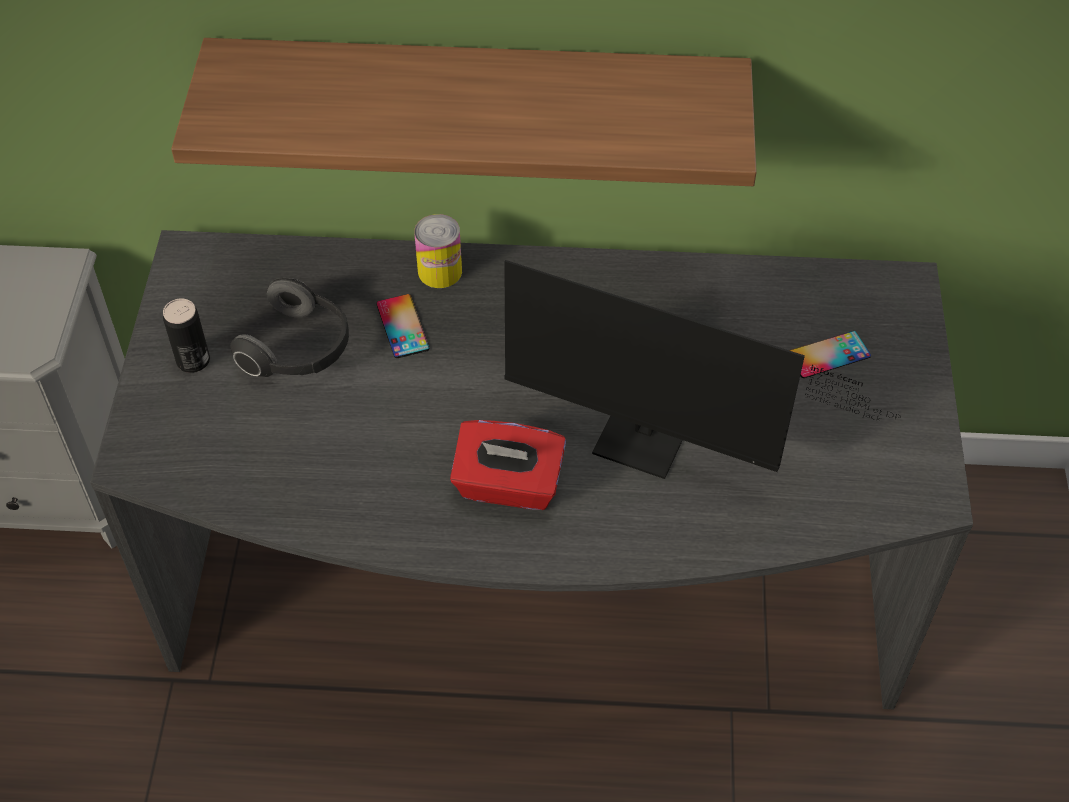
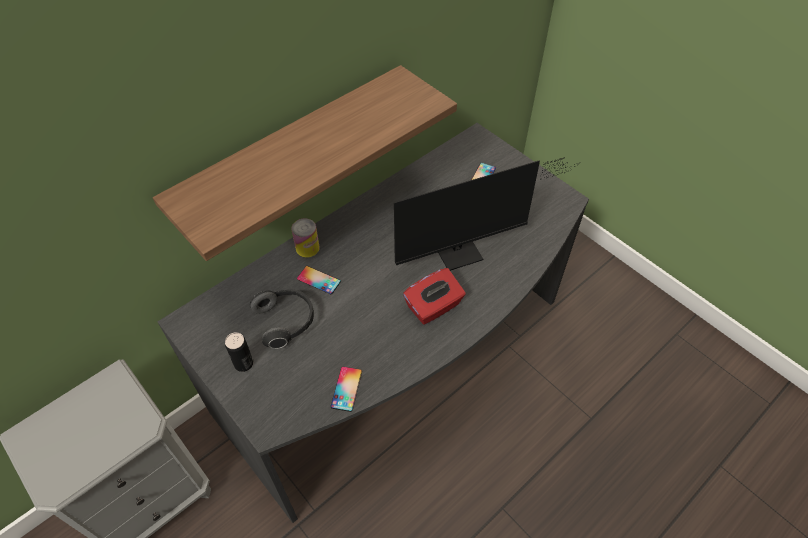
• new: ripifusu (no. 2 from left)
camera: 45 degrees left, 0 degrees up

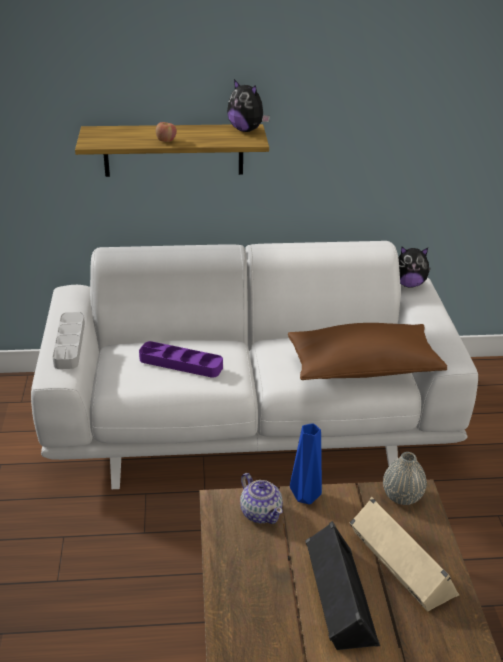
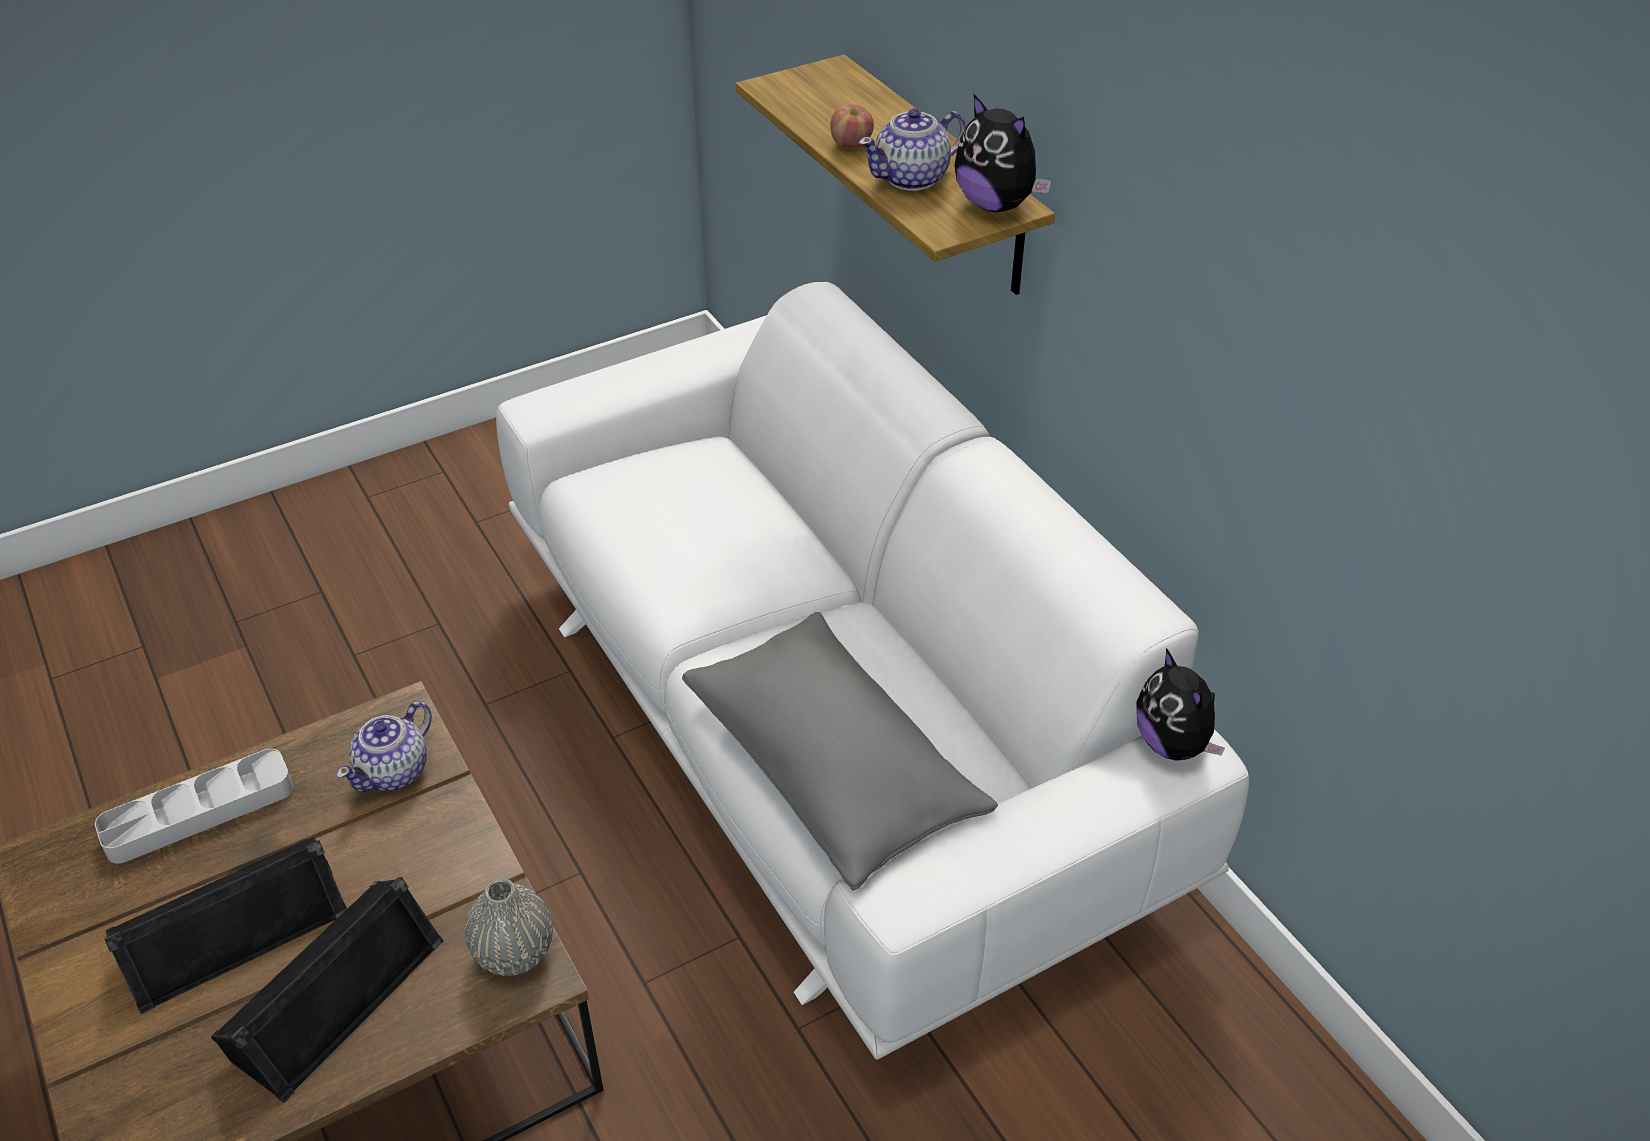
• shifted: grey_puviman
• repainted: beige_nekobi to black_nekobi (no. 2 from left)
• repainted: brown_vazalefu to grey_vazalefu
• new: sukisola (no. 2 from left)
• rotated: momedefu (no. 1 from left) 60 degrees counterclockwise
• gone: purple_puviman
• gone: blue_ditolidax
camera: 65 degrees right, 10 degrees up

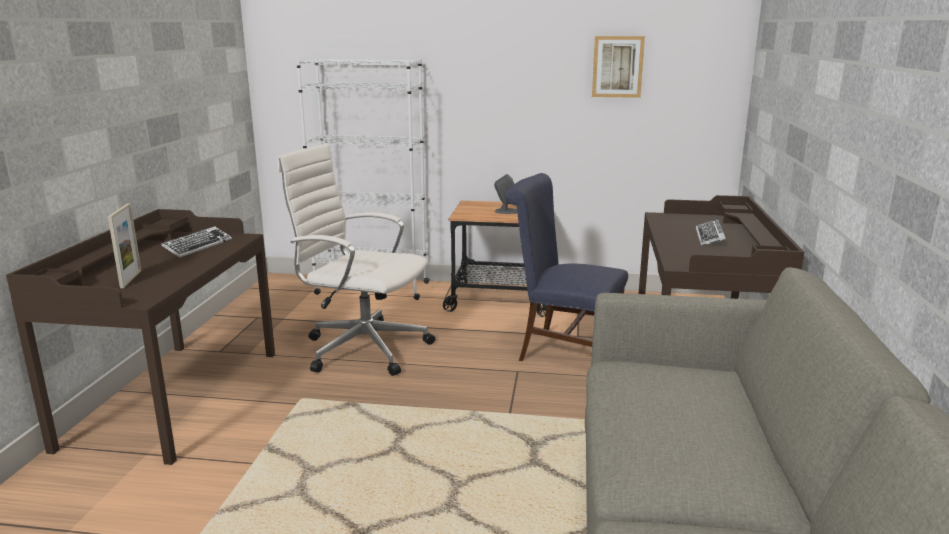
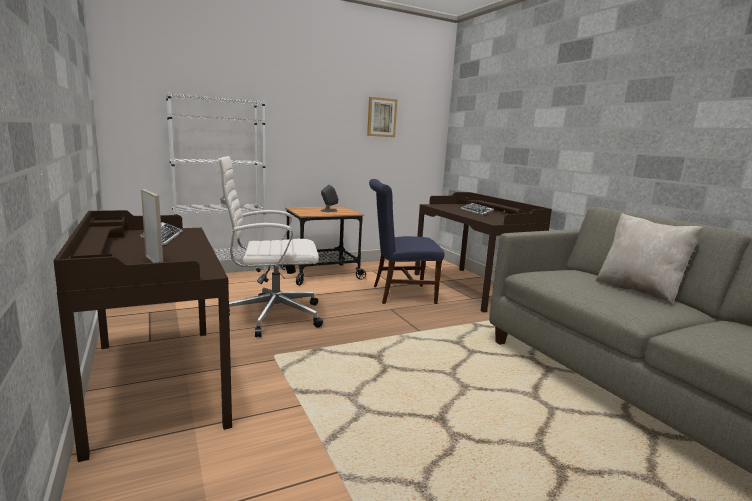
• new: beige_vazalefu
camera: 35 degrees left, 5 degrees down

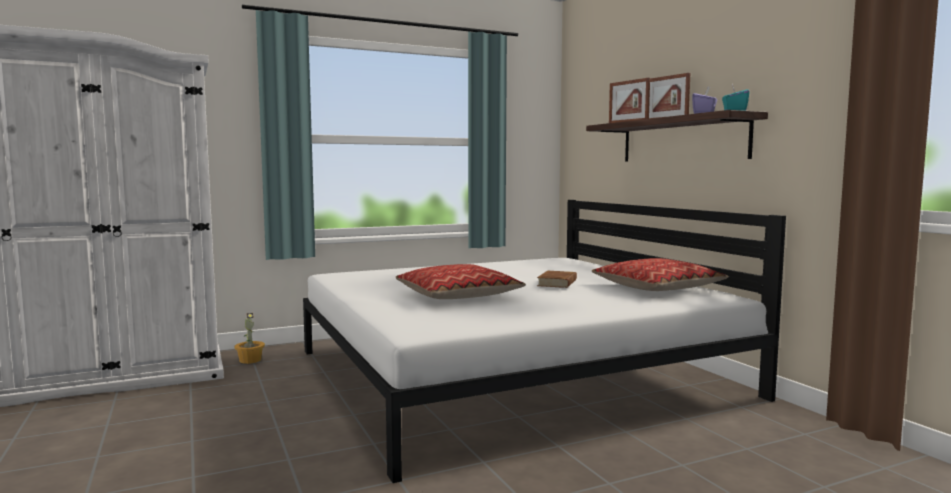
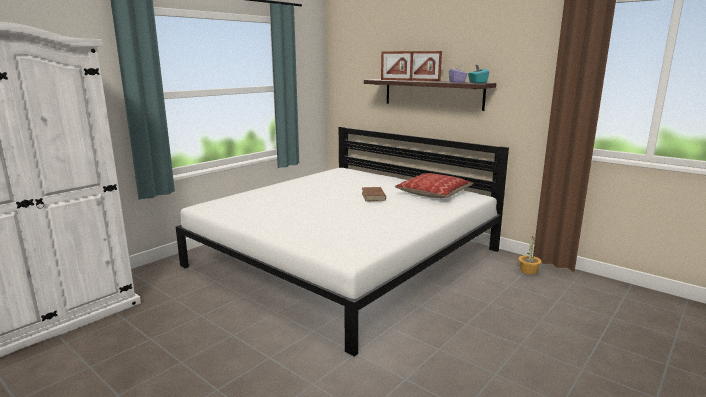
• shifted: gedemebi
• gone: vazalefu (no. 1 from left)
camera: 25 degrees left, 10 degrees up

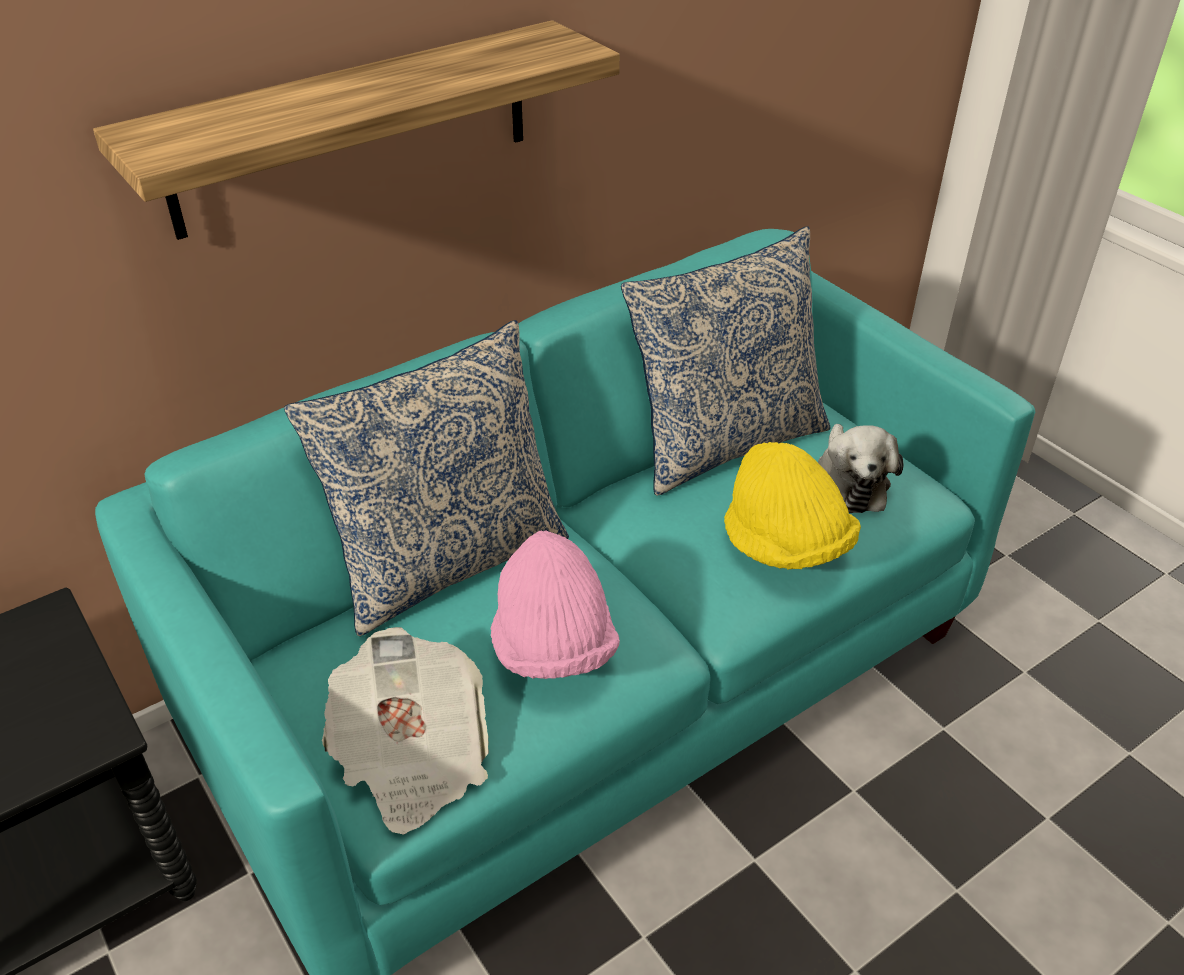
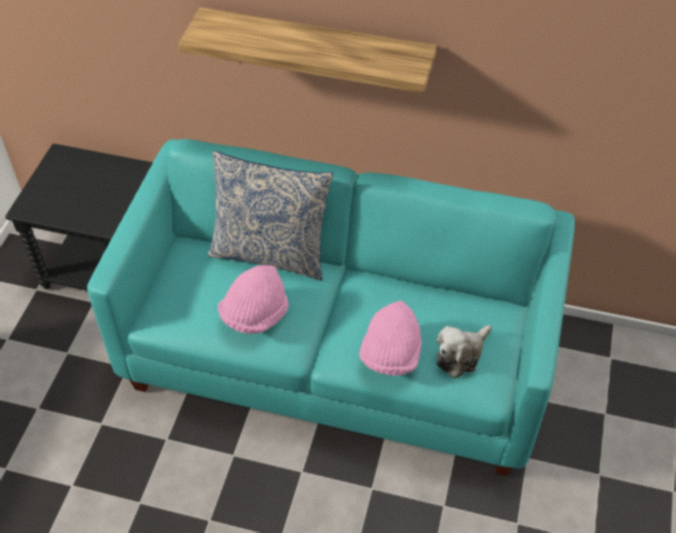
• repainted: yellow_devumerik to pink_devumerik (no. 2 from left)
• gone: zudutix
• gone: vazalefu (no. 2 from left)
camera: 50 degrees right, 10 degrees up

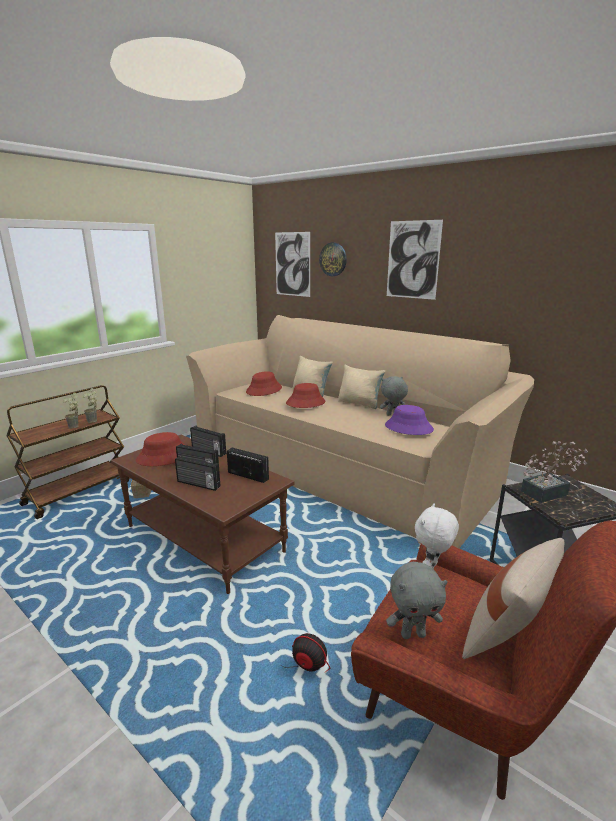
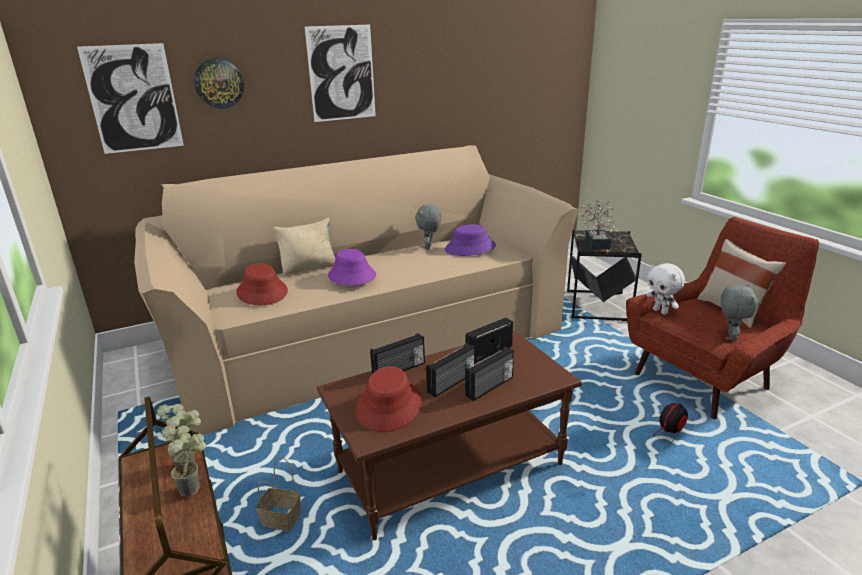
• repainted: red_devumerik (no. 3 from left) to purple_devumerik (no. 1 from left)
• gone: beige_vazalefu (no. 2 from left)
camera: 65 degrees left, 5 degrees up

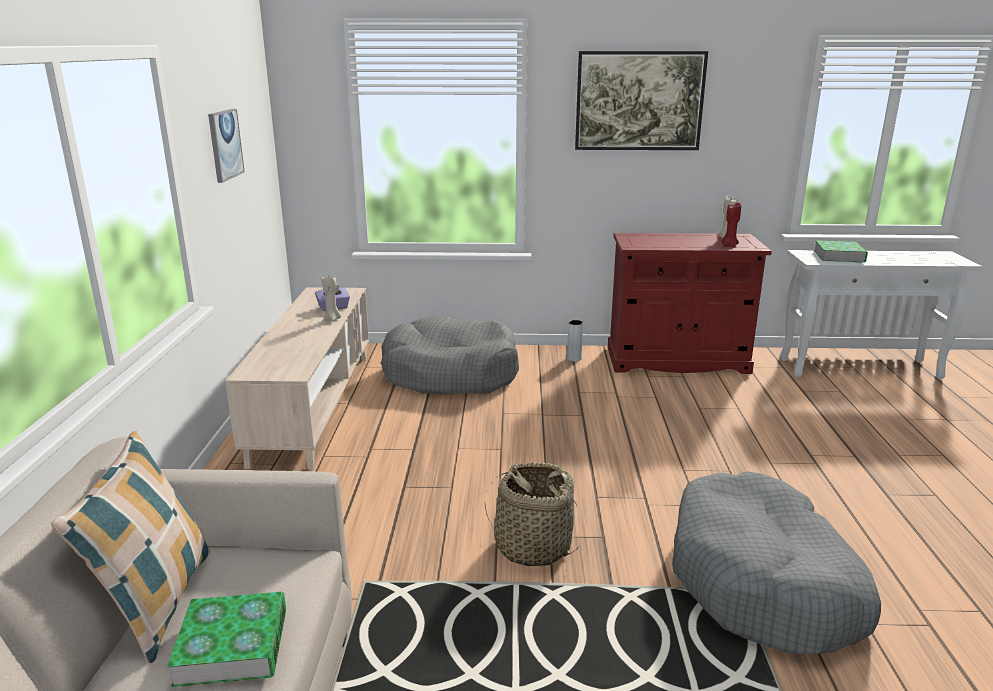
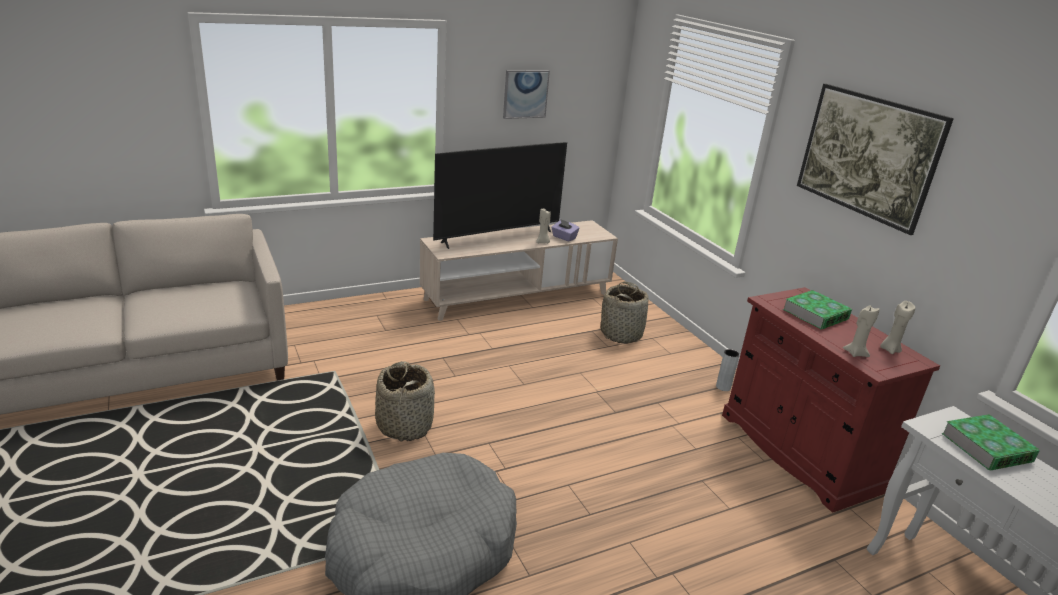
• new: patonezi
• swapped: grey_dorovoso (no. 1 from left) to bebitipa (no. 2 from left)
• shifted: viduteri (no. 1 from left)
• repainted: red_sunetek to beige_sunetek (no. 2 from left)
• gone: vazalefu
camera: 60 degrees right, 5 degrees up

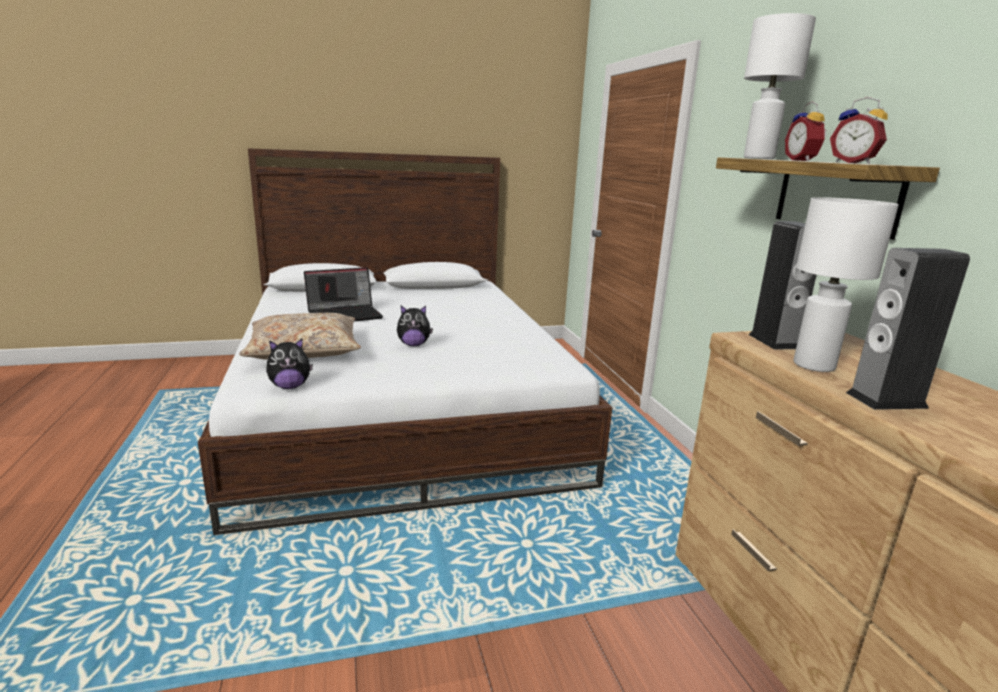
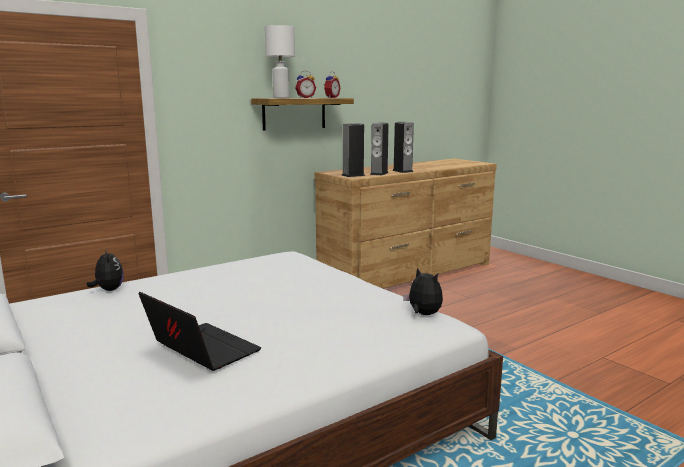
• shifted: momedefu (no. 2 from left in the first image) to momedefu (no. 1 from left)
• swapped: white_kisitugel (no. 2 from left) to nekobi (no. 2 from left)
• gone: beige_vazalefu
camera: 110 degrees left, 5 degrees down

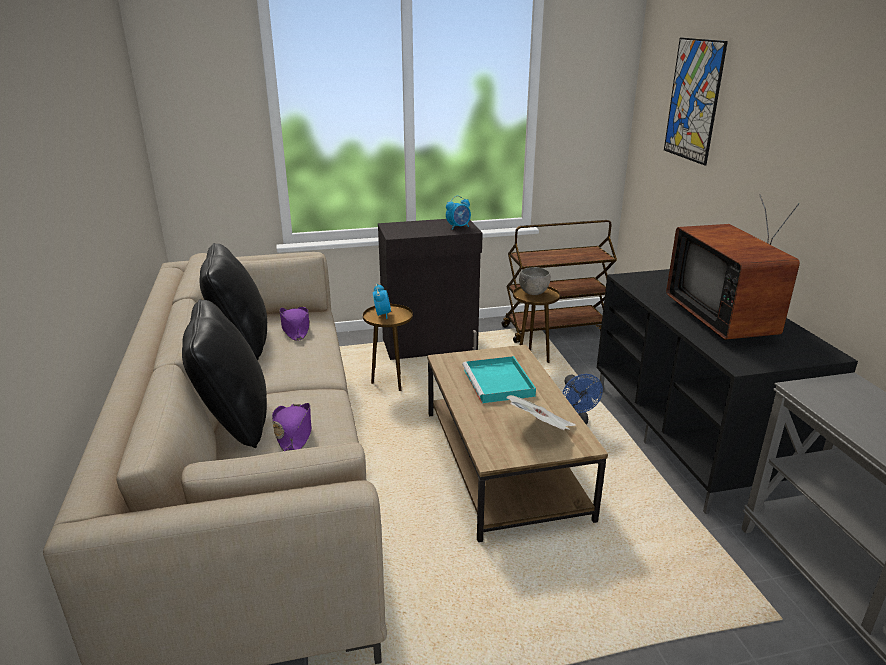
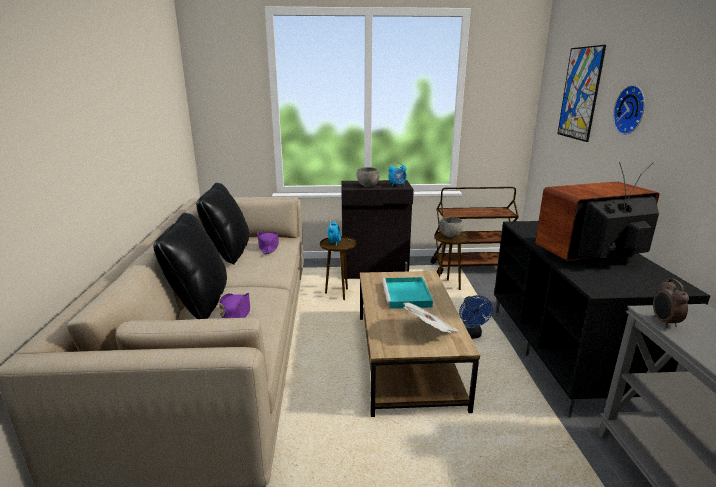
• new: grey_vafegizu (no. 1 from left)
• rotated: patonezi 75 degrees clockwise
• new: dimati
• new: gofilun (no. 3 from left)
camera: 10 degrees right, 5 degrees down

